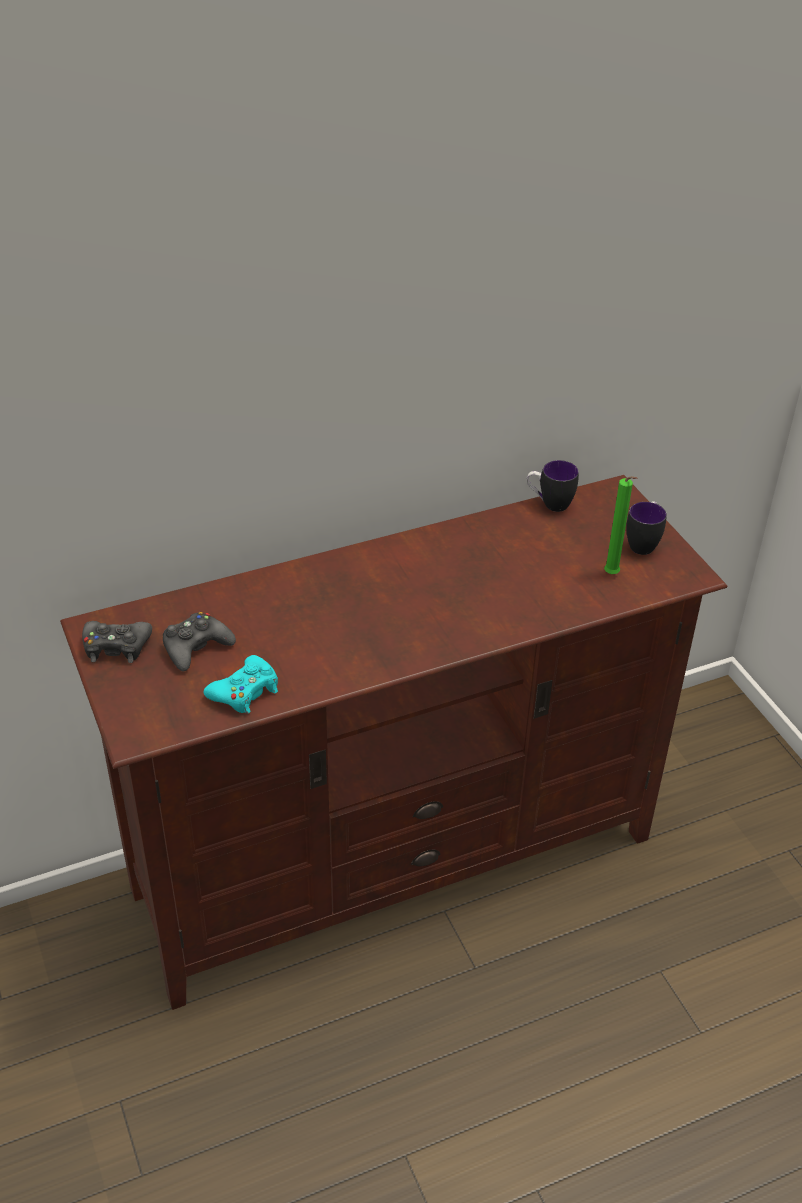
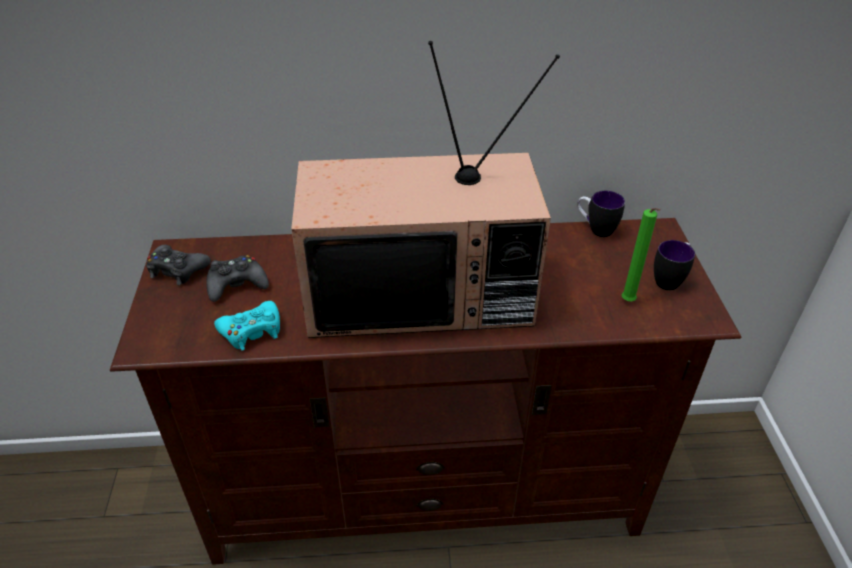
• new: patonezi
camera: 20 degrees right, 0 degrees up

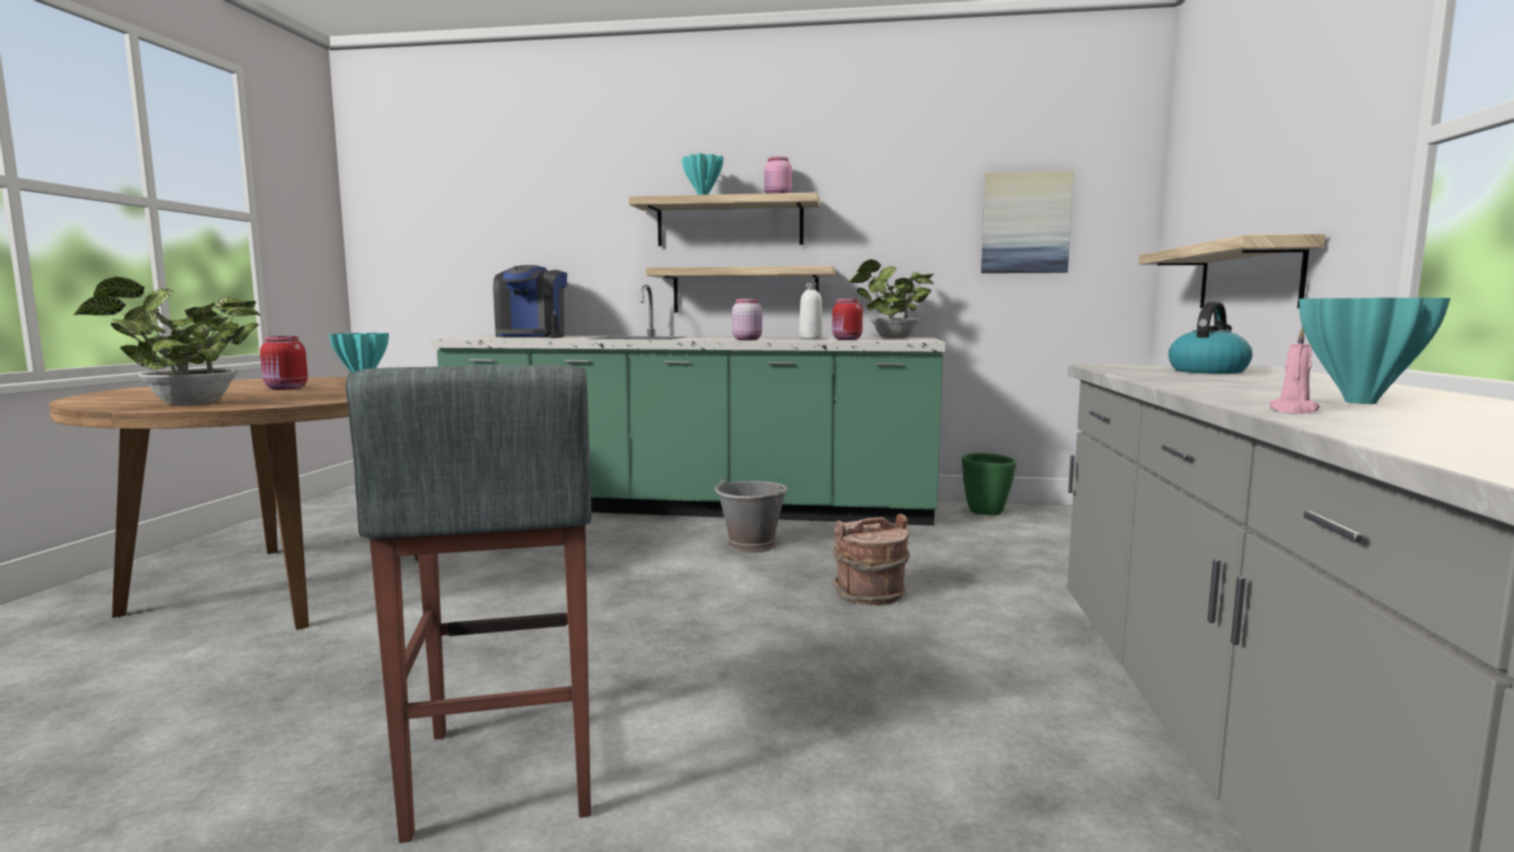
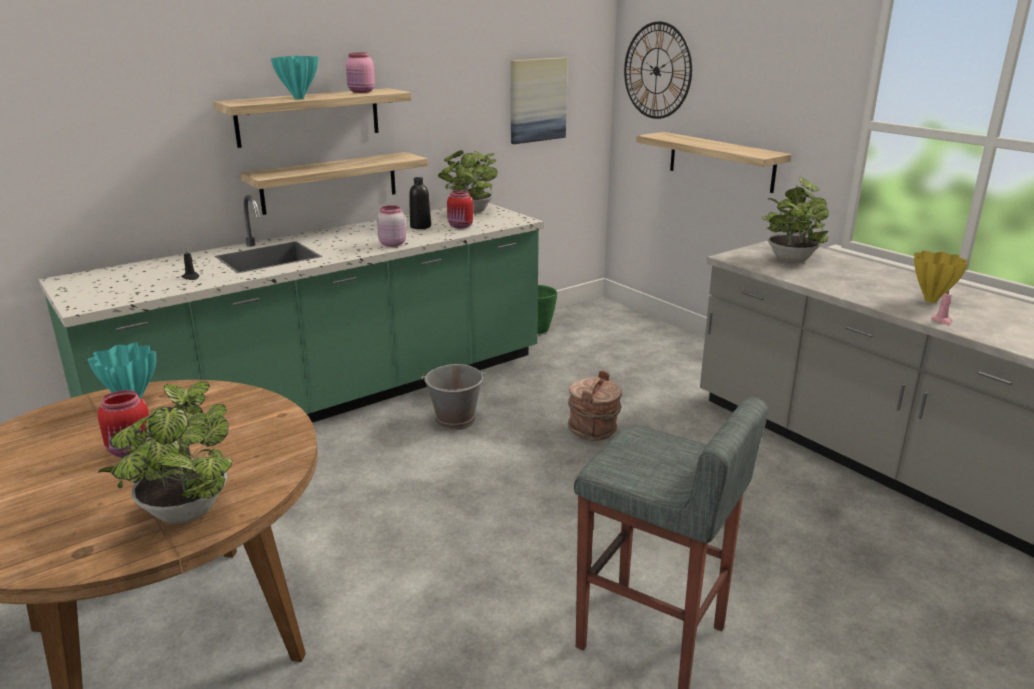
• repainted: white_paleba to black_paleba
• new: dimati
• swapped: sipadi to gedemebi (no. 3 from left)
• repainted: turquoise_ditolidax (no. 3 from left) to yellow_ditolidax
• gone: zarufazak
camera: 45 degrees left, 15 degrees up

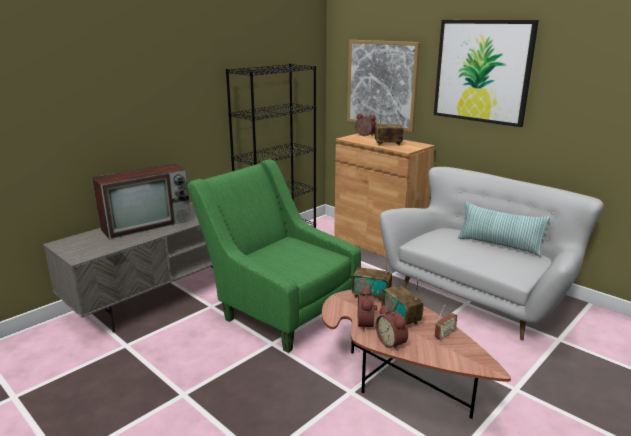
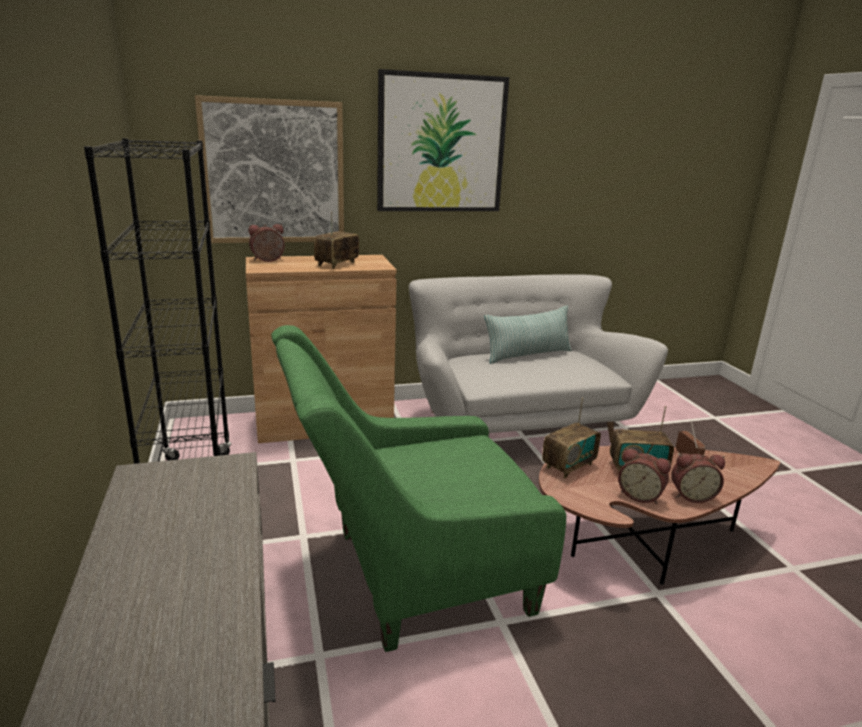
• gone: patonezi
camera: 60 degrees left, 0 degrees up

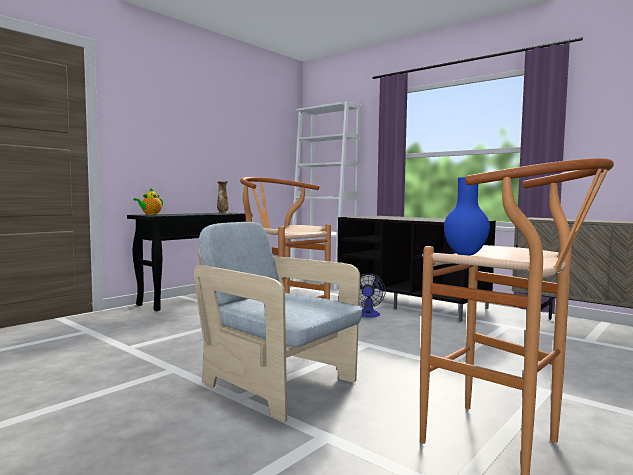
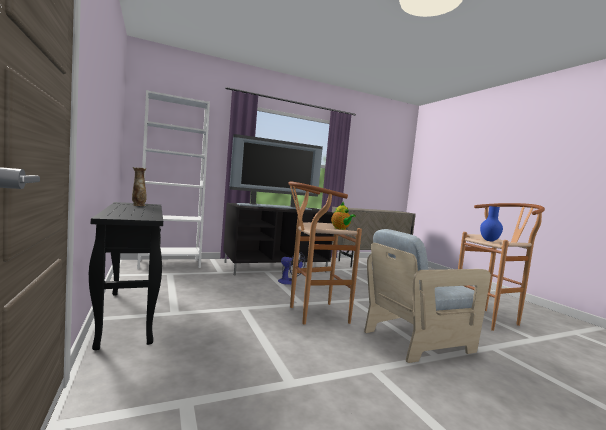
• new: patonezi
• shifted: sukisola
camera: 65 degrees left, 0 degrees up

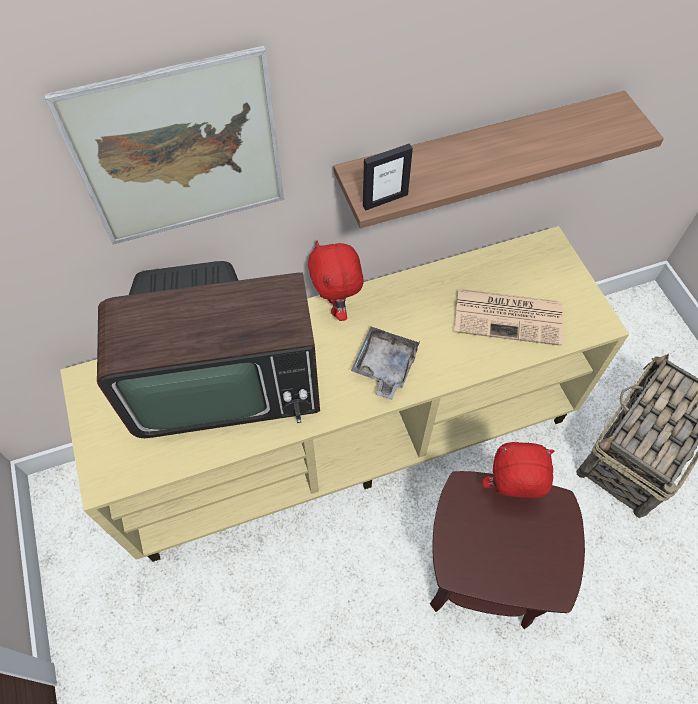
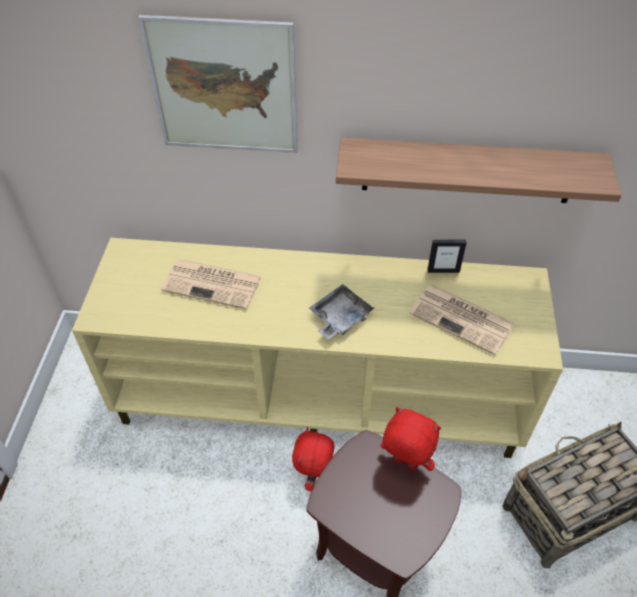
• swapped: patonezi to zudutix (no. 1 from left)
• shifted: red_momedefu (no. 1 from left)
• shifted: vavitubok
camera: 25 degrees right, 10 degrees down

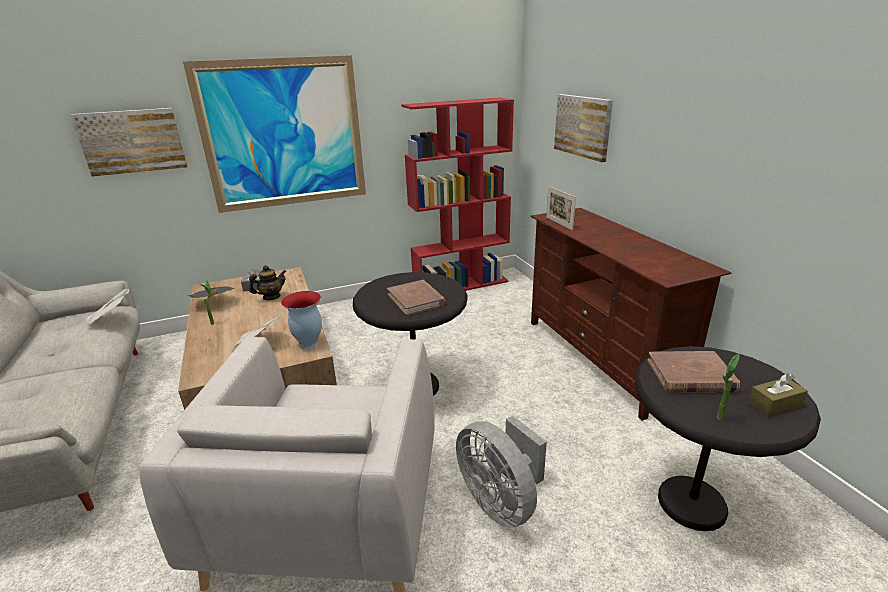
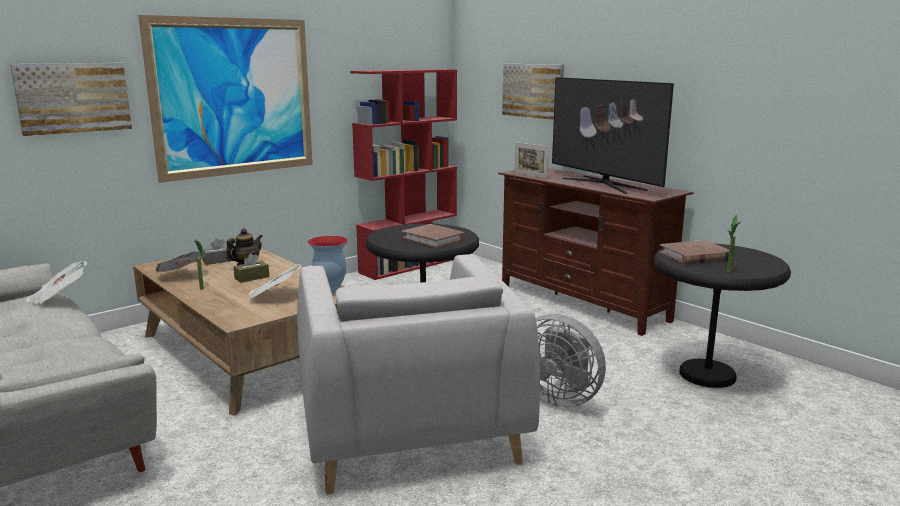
• shifted: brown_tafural
• new: patonezi
camera: 20 degrees left, 10 degrees down

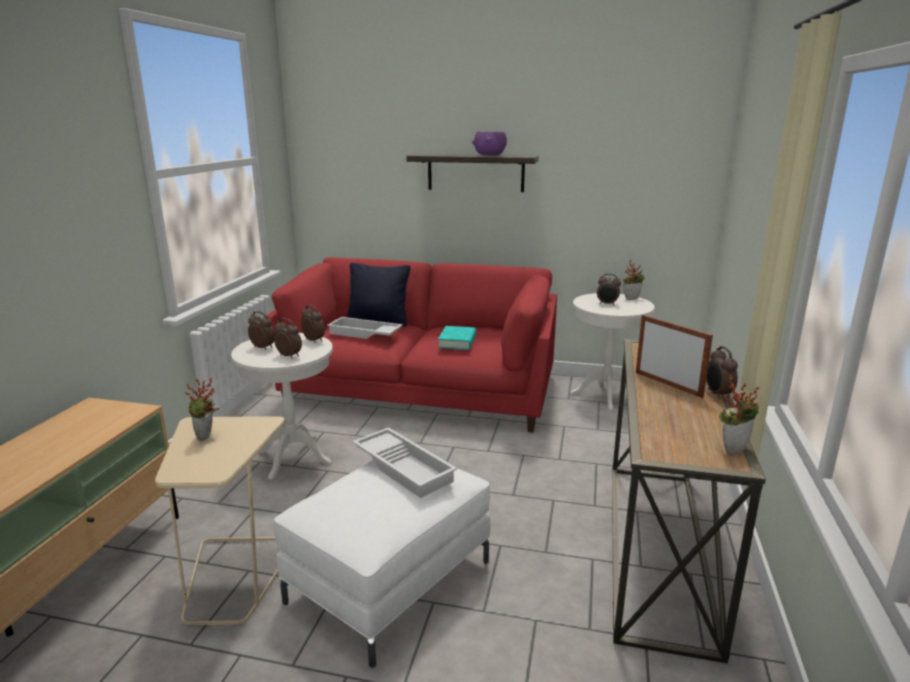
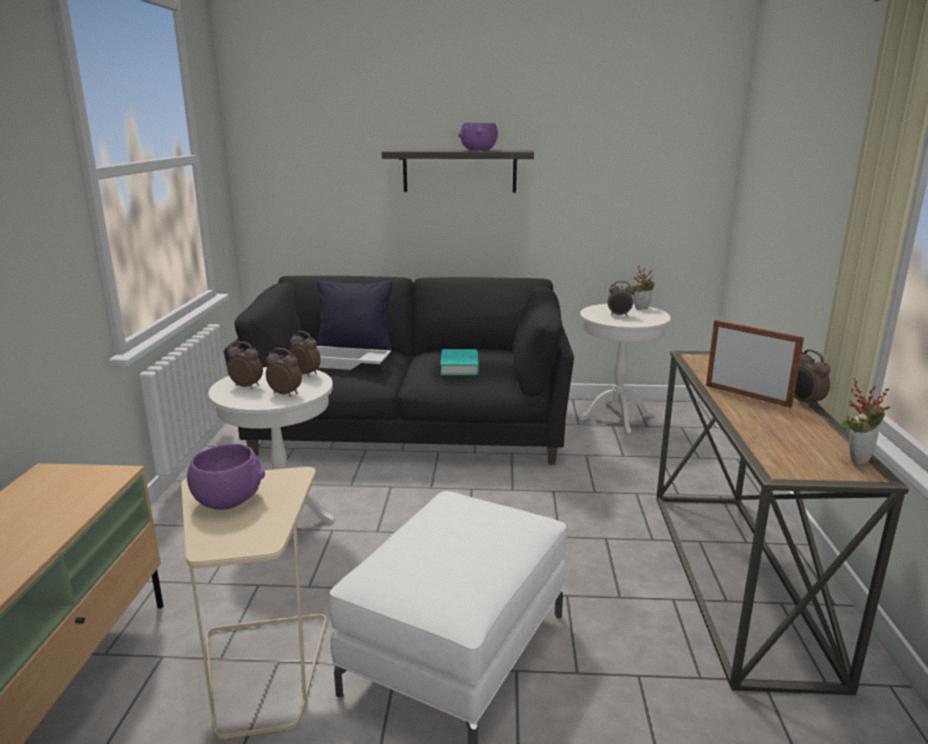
• swapped: gedemebi (no. 1 from left) to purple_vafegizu (no. 1 from left)
• repainted: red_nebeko to black_nebeko
• gone: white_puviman (no. 2 from left)
camera: 10 degrees left, 0 degrees up

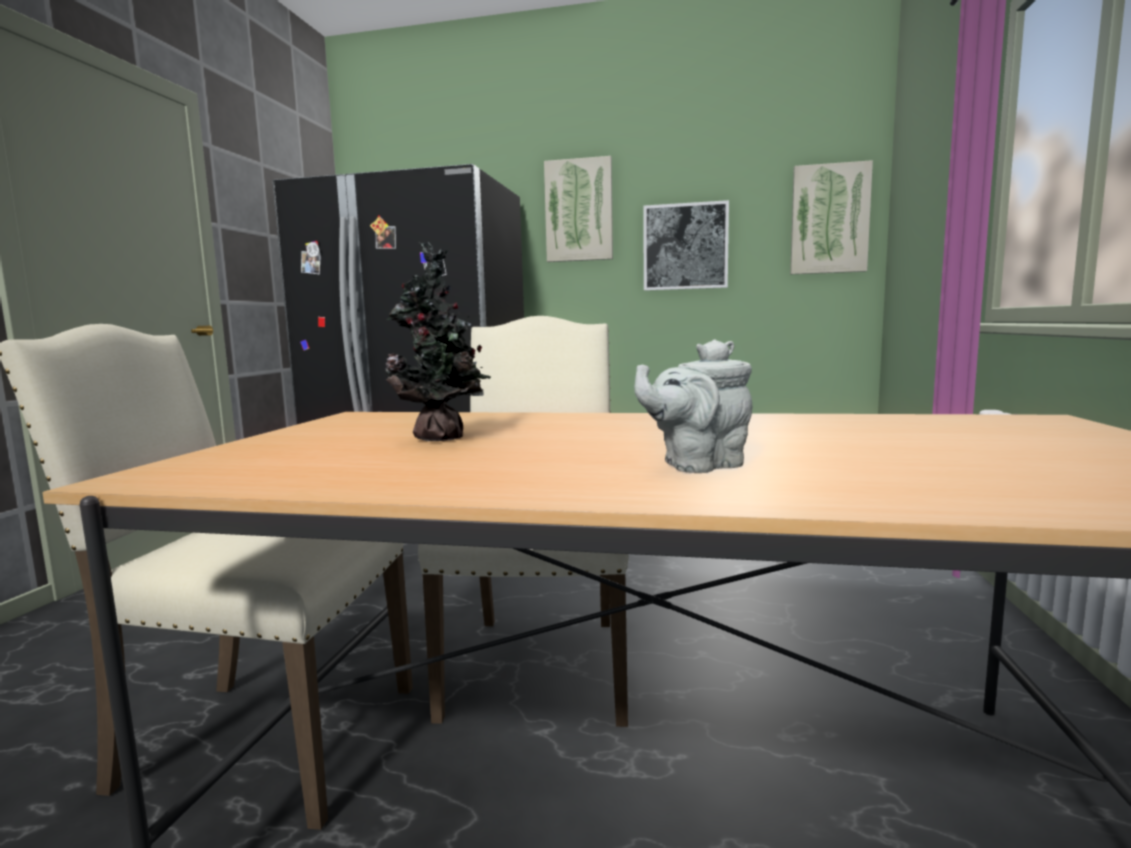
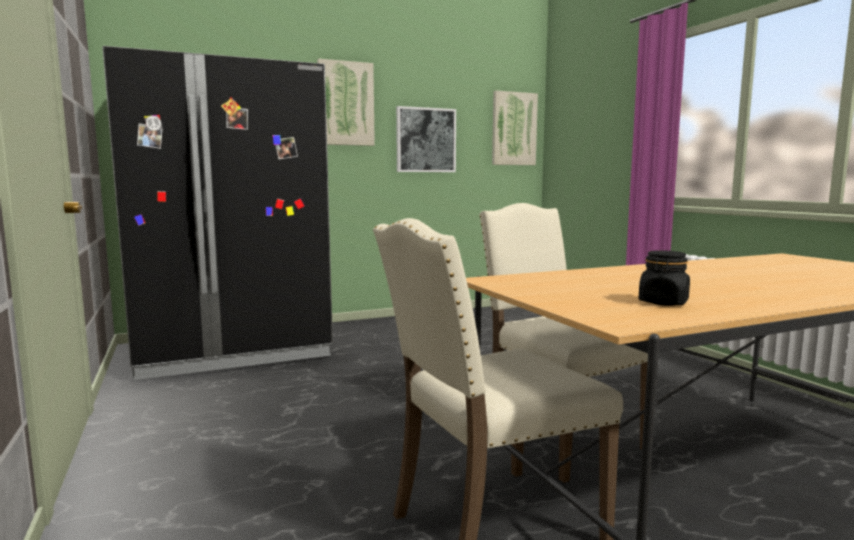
• new: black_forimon
• gone: gedemebi
• gone: grey_sukisola
camera: 35 degrees left, 0 degrees up

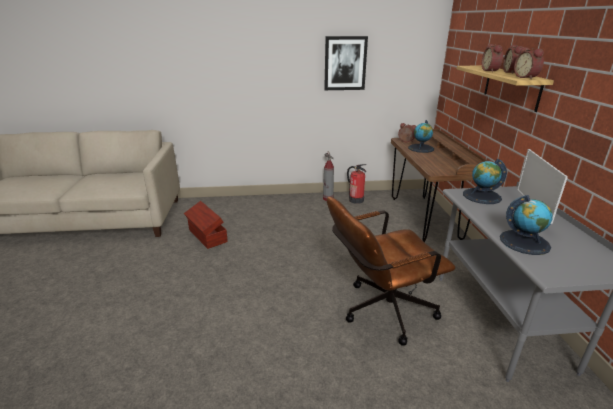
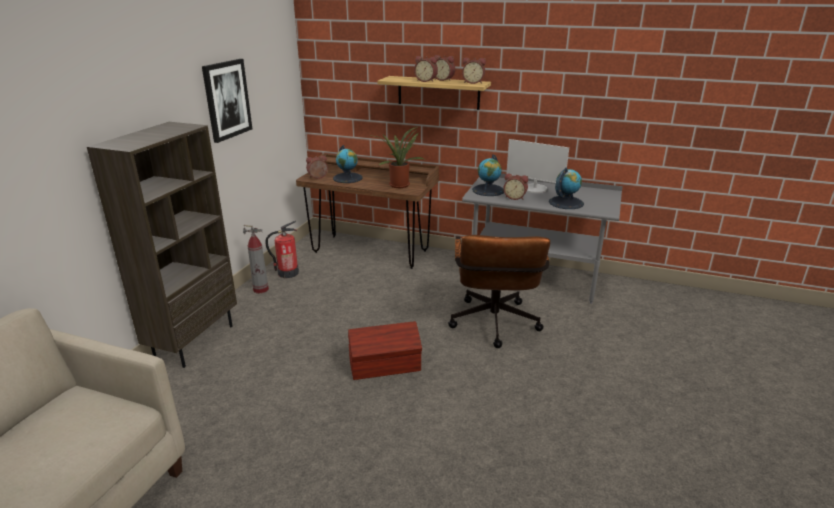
• new: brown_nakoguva
• shifted: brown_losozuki
• new: gedemebi
• new: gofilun (no. 5 from left)
camera: 65 degrees left, 0 degrees up

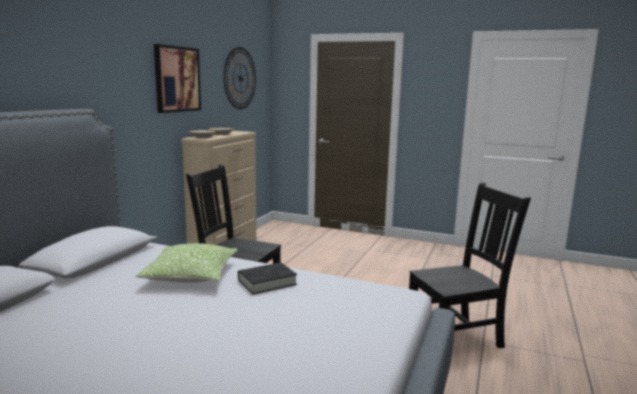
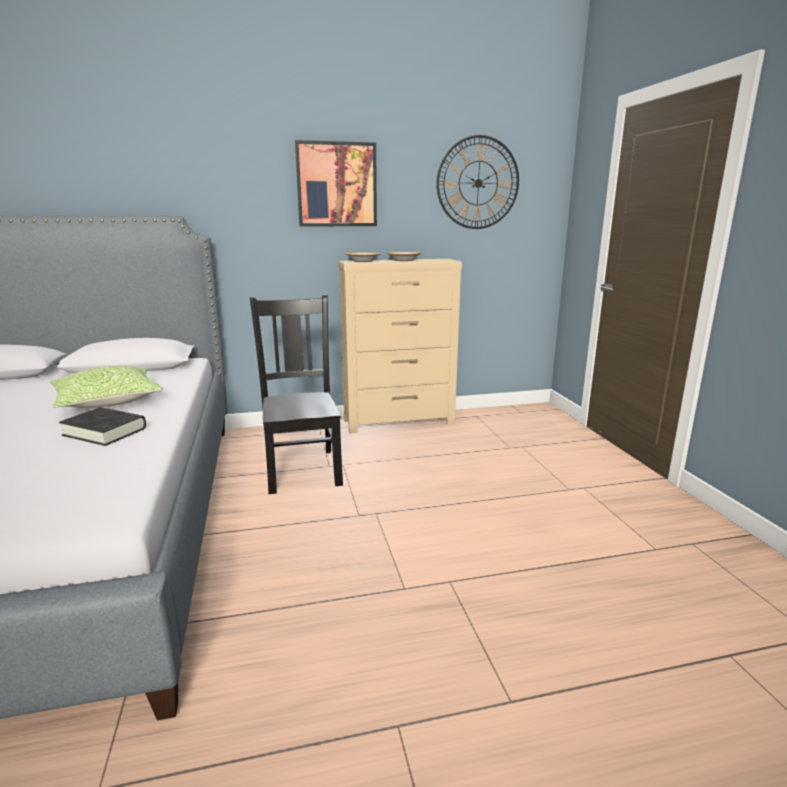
• gone: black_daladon (no. 2 from left)
camera: 55 degrees right, 5 degrees up

